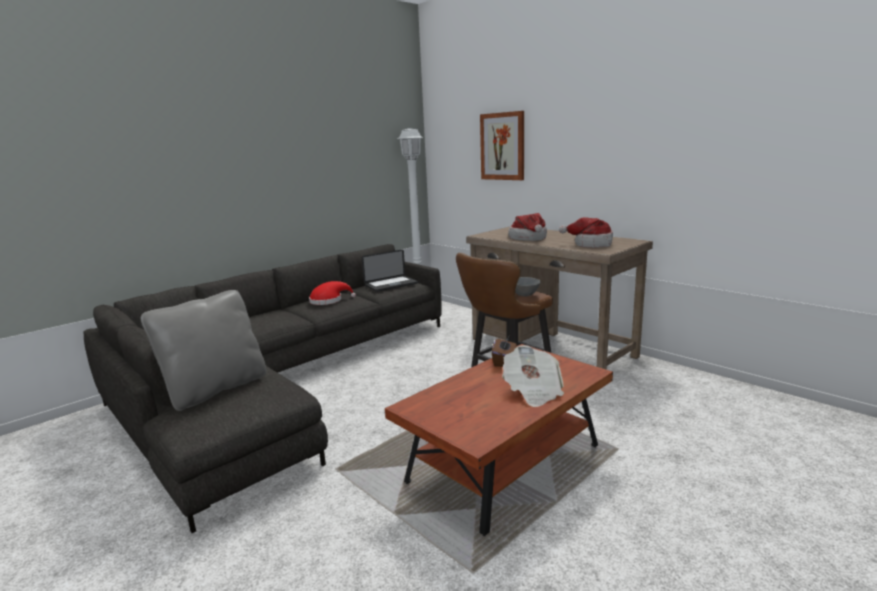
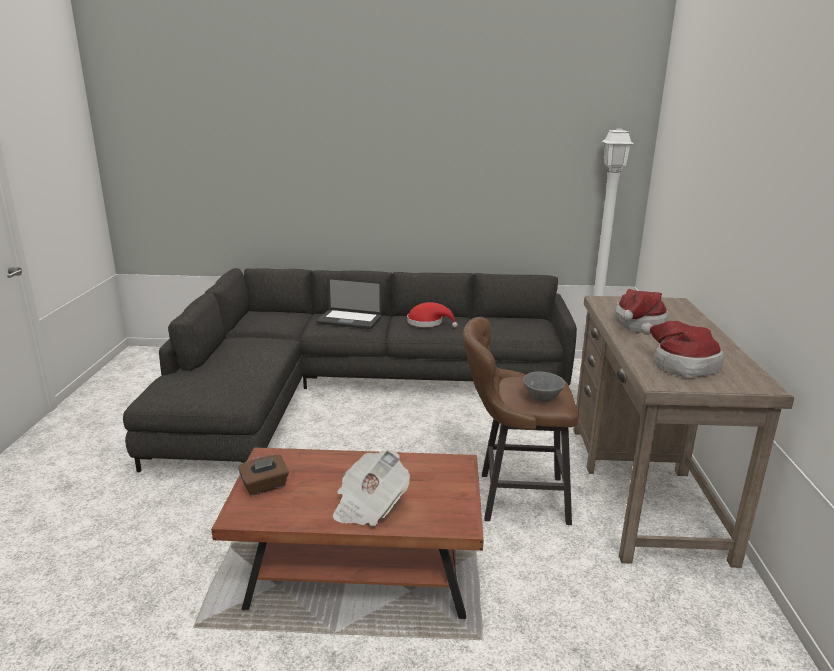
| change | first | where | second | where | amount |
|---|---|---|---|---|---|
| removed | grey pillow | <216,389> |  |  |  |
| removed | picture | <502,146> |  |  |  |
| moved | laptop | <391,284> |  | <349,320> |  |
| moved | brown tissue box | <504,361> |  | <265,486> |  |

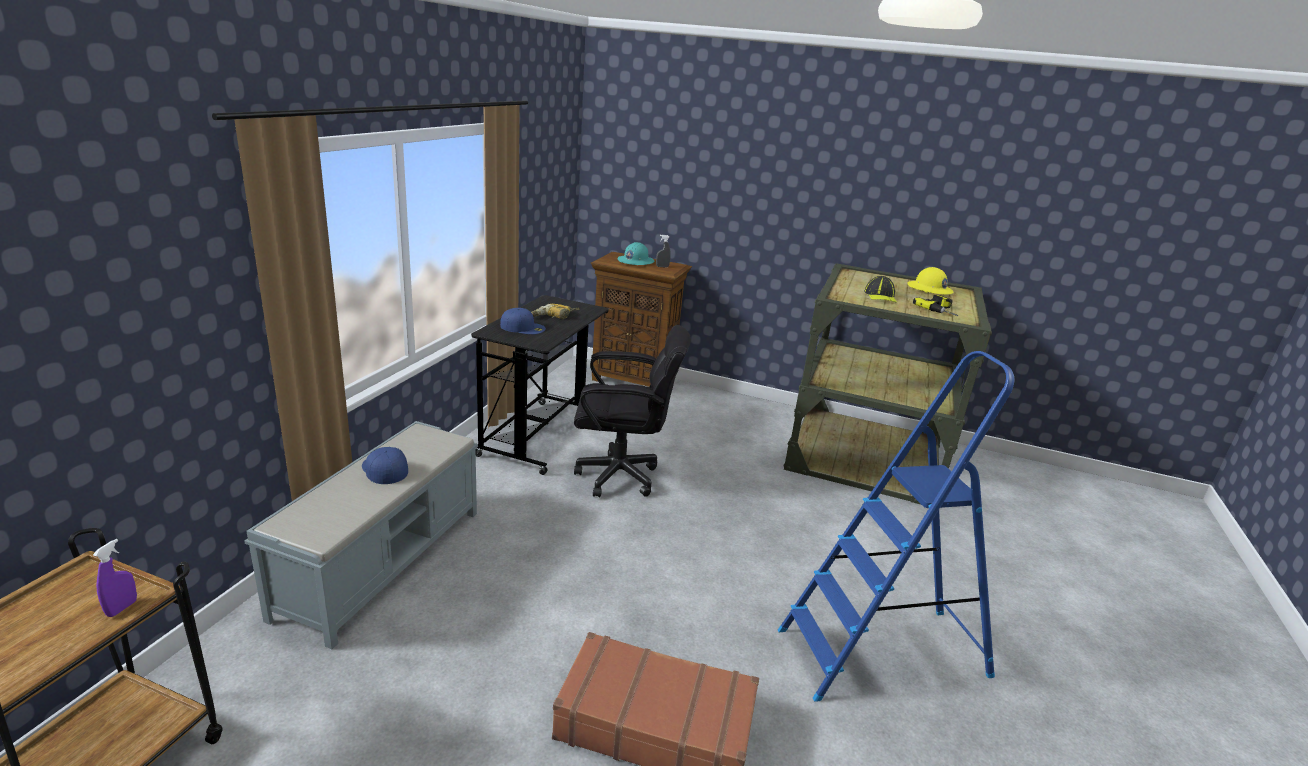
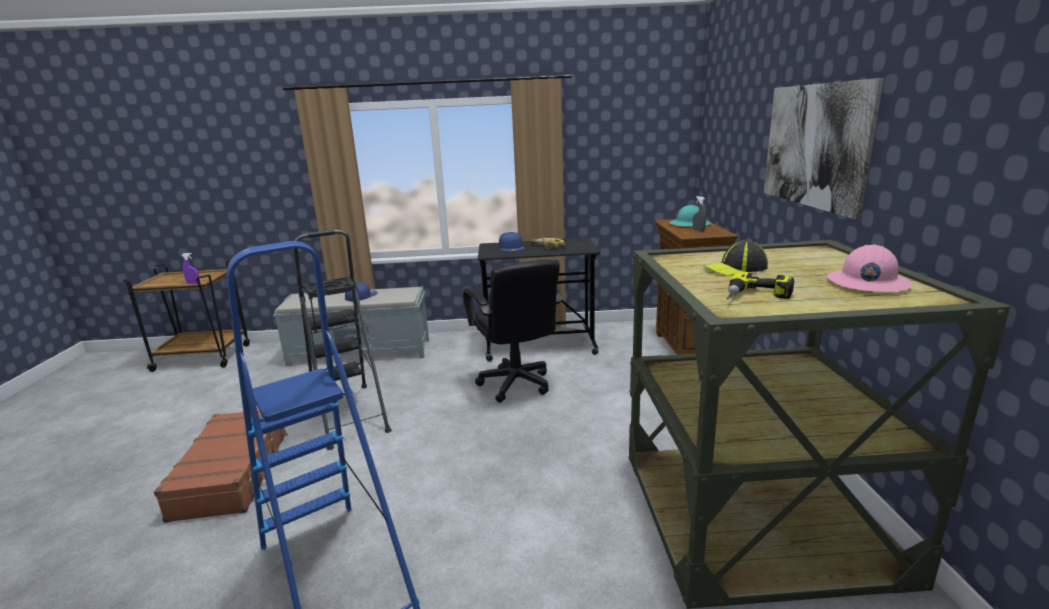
| change | first | where | second | where | amount |
|---|---|---|---|---|---|
| added |  |  | step ladder | <349,415> |  |
| added |  |  | picture | <814,146> |  |
| recoloured | yellow hard hat | <929,289> | pink hard hat | <866,283> |  |

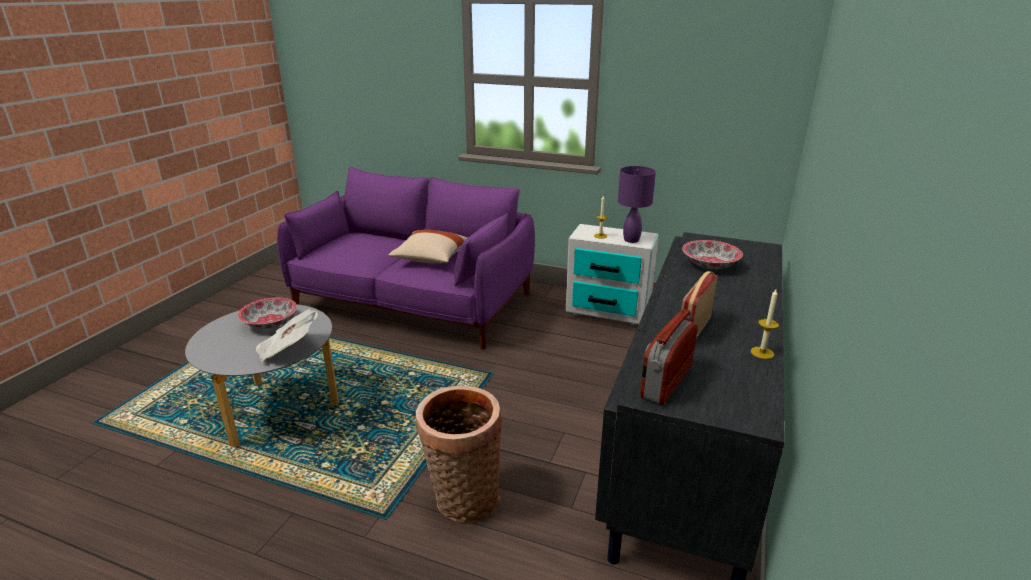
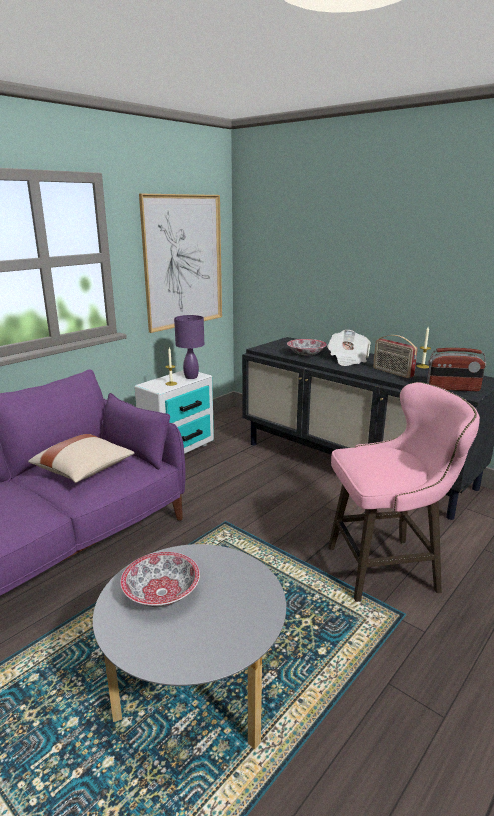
| change | first | where | second | where | amount |
|---|---|---|---|---|---|
| added |  |  | picture | <183,262> |  |
| moved | newspaper | <288,349> |  | <348,359> |  |
| replaced | basket | <462,499> | pink stool | <387,568> |  |
| turned | radio | <665,381> |  | <453,388> | 45 degrees counterclockwise |

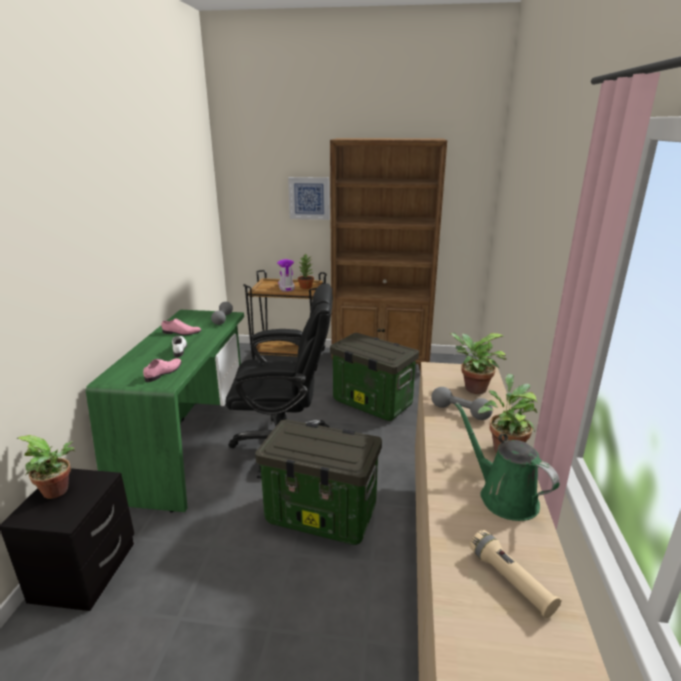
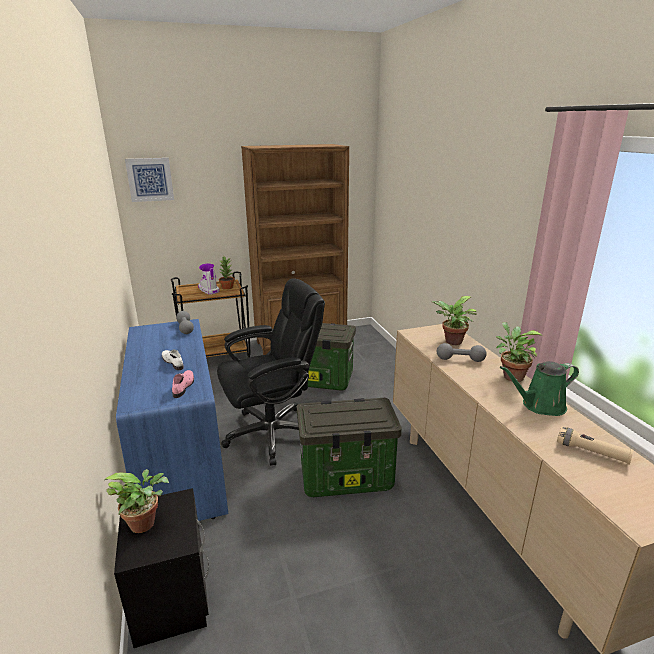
| change | first | where | second | where | amount |
|---|---|---|---|---|---|
| removed | pink shoe | <181,332> |  |  |  |
| moved | picture | <309,198> |  | <150,179> |  |
| recoloured | green desk | <189,444> | blue desk | <180,456> |  |
| turned | green watering can | <503,496> |  | <540,406> | 45 degrees counterclockwise |

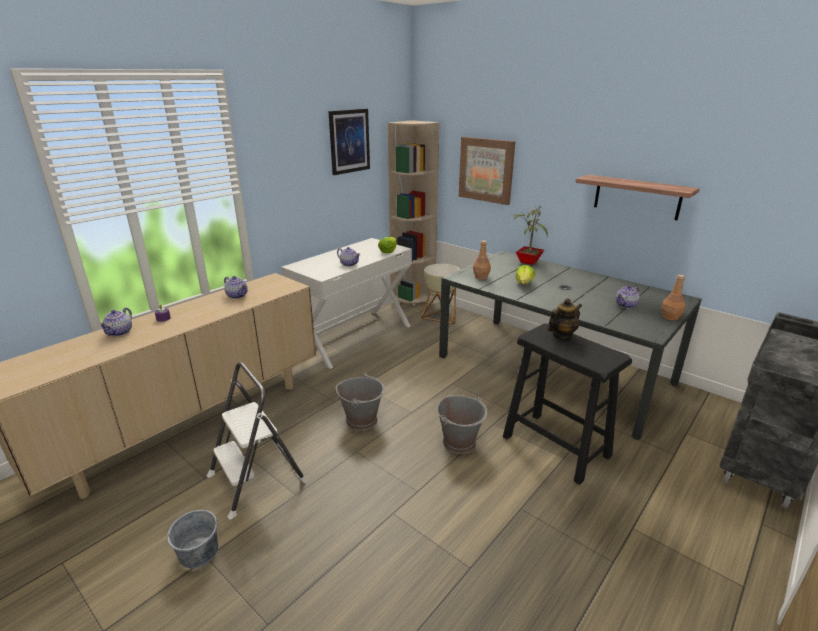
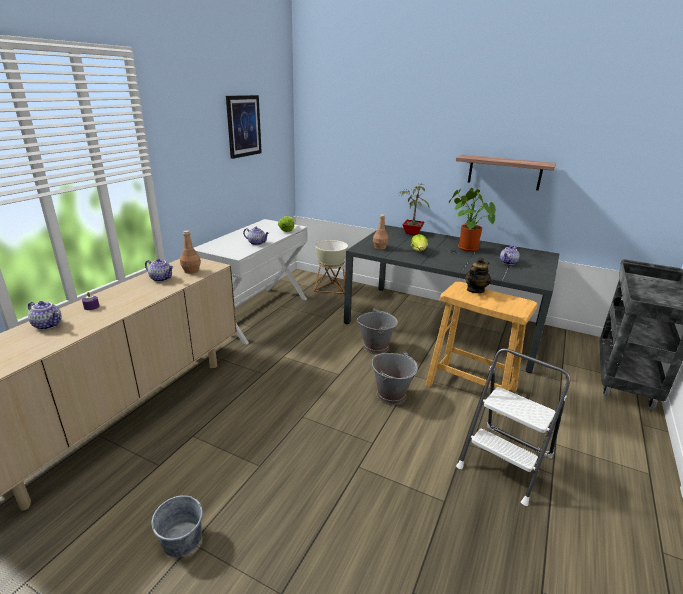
| change | first | where | second | where | amount |
|---|---|---|---|---|---|
| removed | beige bookcase | <412,301> |  |  |  |
| removed | picture | <486,170> |  |  |  |
| added |  |  | potted plant | <465,248> |  |
| moved | white step ladder | <261,477> |  | <507,459> |  |
| moved | grey bucket | <362,420> |  | <376,347> |  |
| moved | brown bottle | <670,317> |  | <191,271> |  |
| recoloured | black stool | <555,446> | beige stool | <470,386> |  |
| turned | teapot | <120,332> |  | <48,325> | 60 degrees counterclockwise |

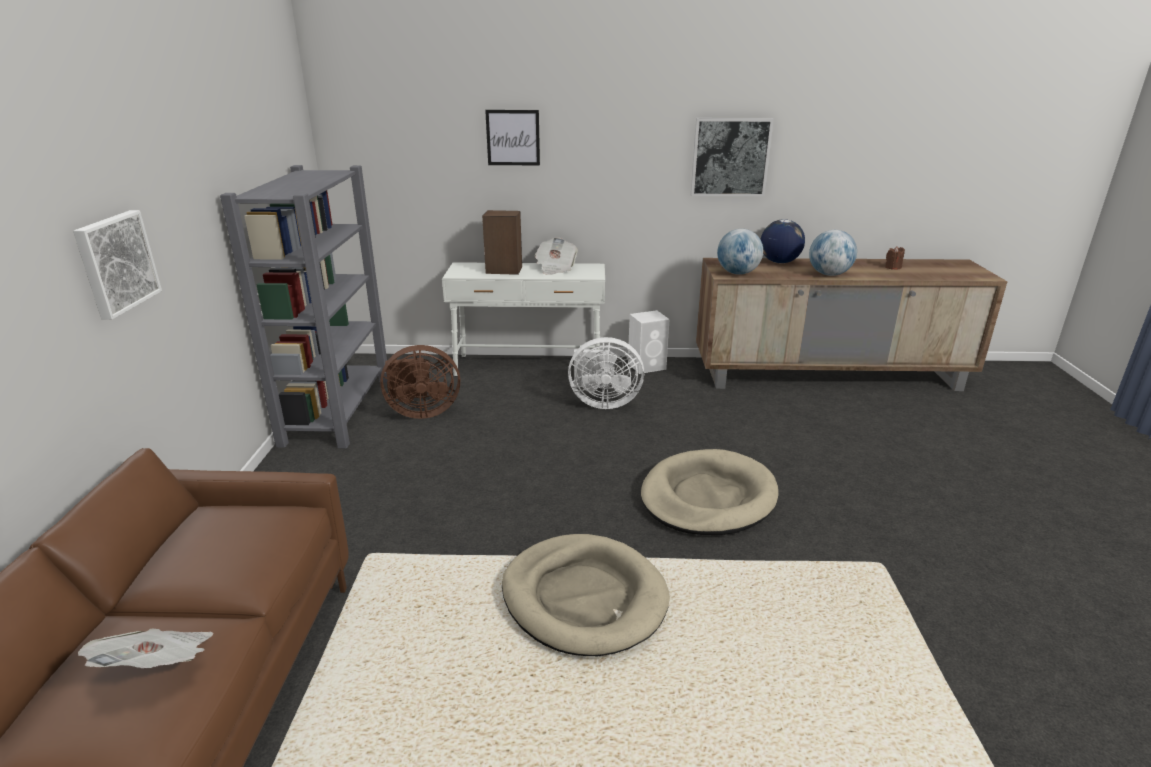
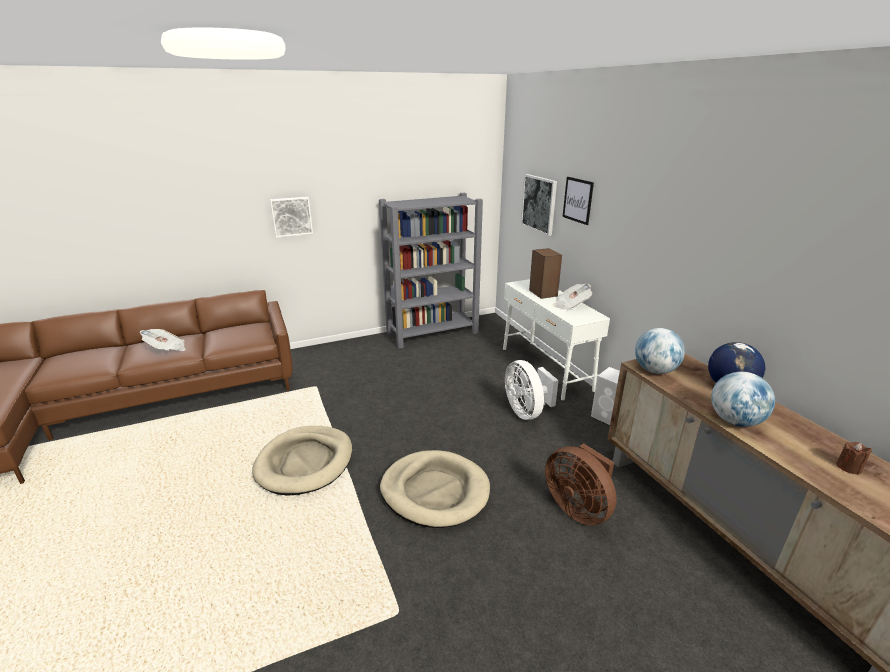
| change | first | where | second | where | amount |
|---|---|---|---|---|---|
| moved | brown fan | <421,412> |  | <578,508> |  |
| moved | picture | <730,157> |  | <539,204> |  |

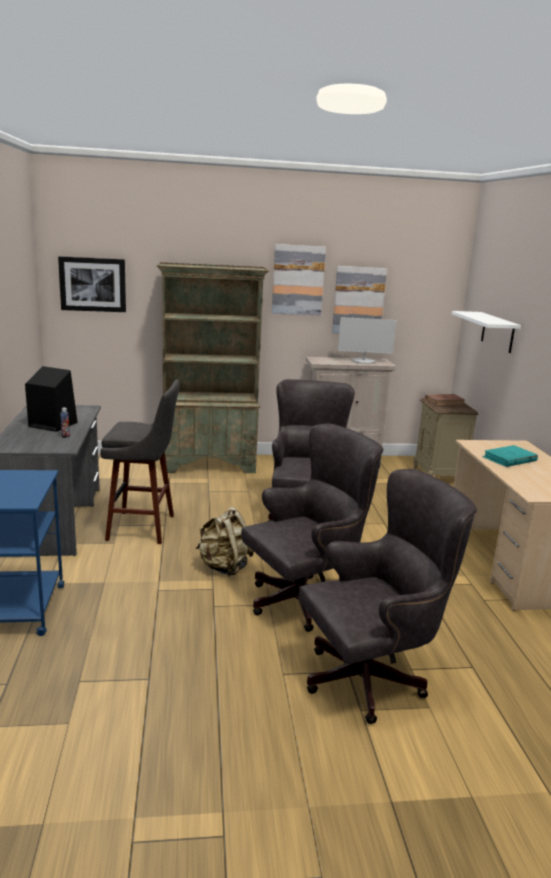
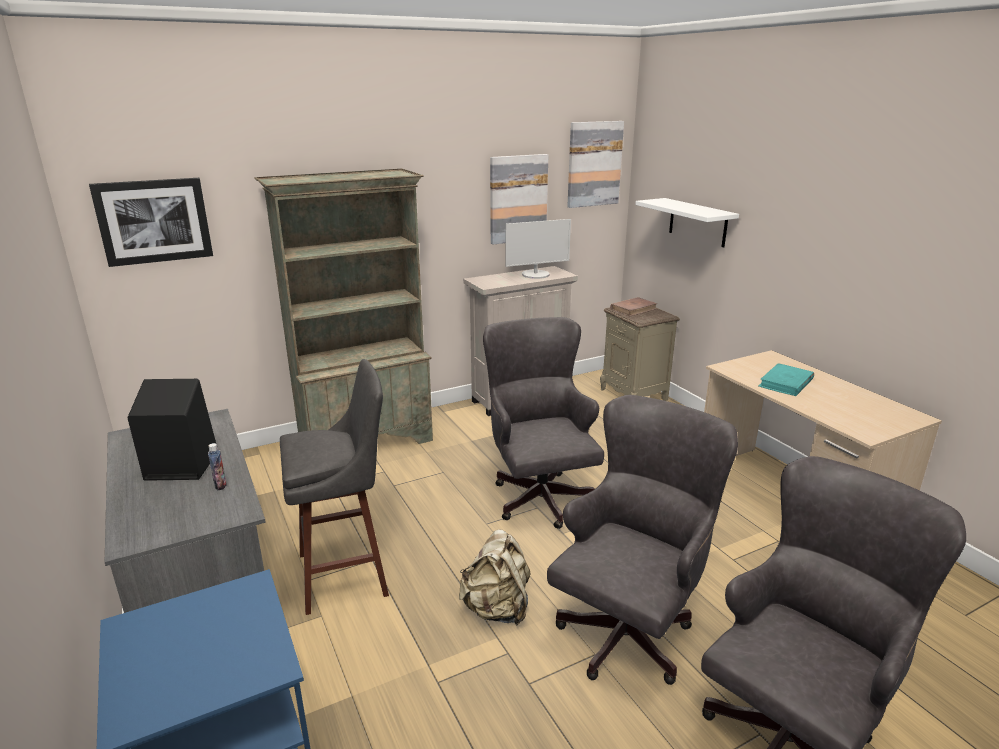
| change | first | where | second | where | amount |
|---|---|---|---|---|---|
| moved | picture | <298,280> |  | <594,164> |  |

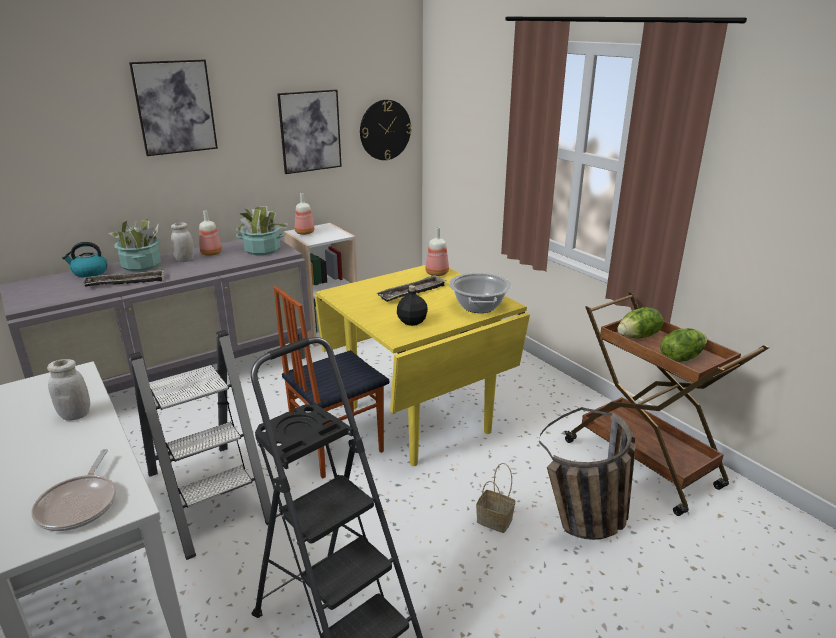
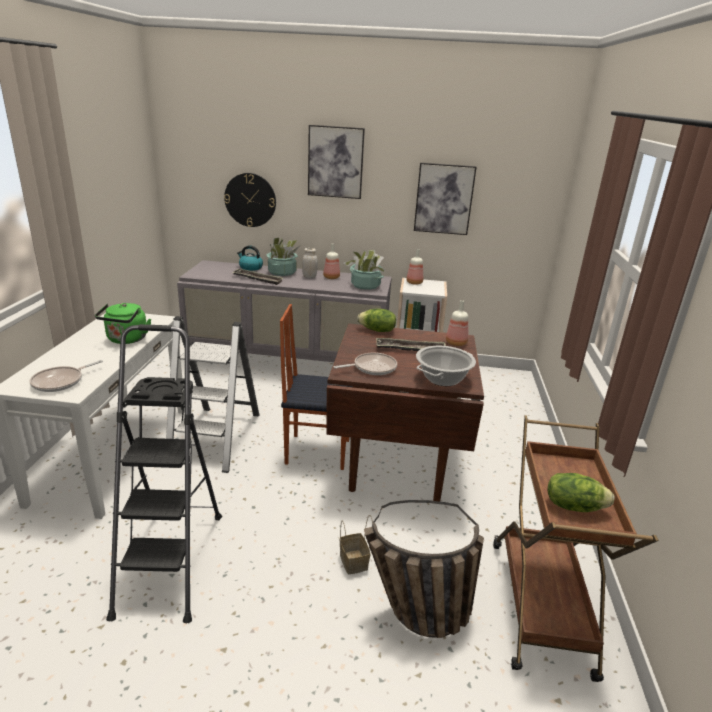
| change | first | where | second | where | amount |
|---|---|---|---|---|---|
| moved | wall clock | <385,130> |  | <250,200> |  |
| moved | lettuce | <638,336> |  | <377,330> |  |
| replaced | white jar | <75,415> | green kettle | <126,340> |  |
| replaced | black bottle | <411,321> | frying pan | <372,368> |  |
| recoloured | yellow dining table | <417,419> | brown dining table | <396,462> |  |

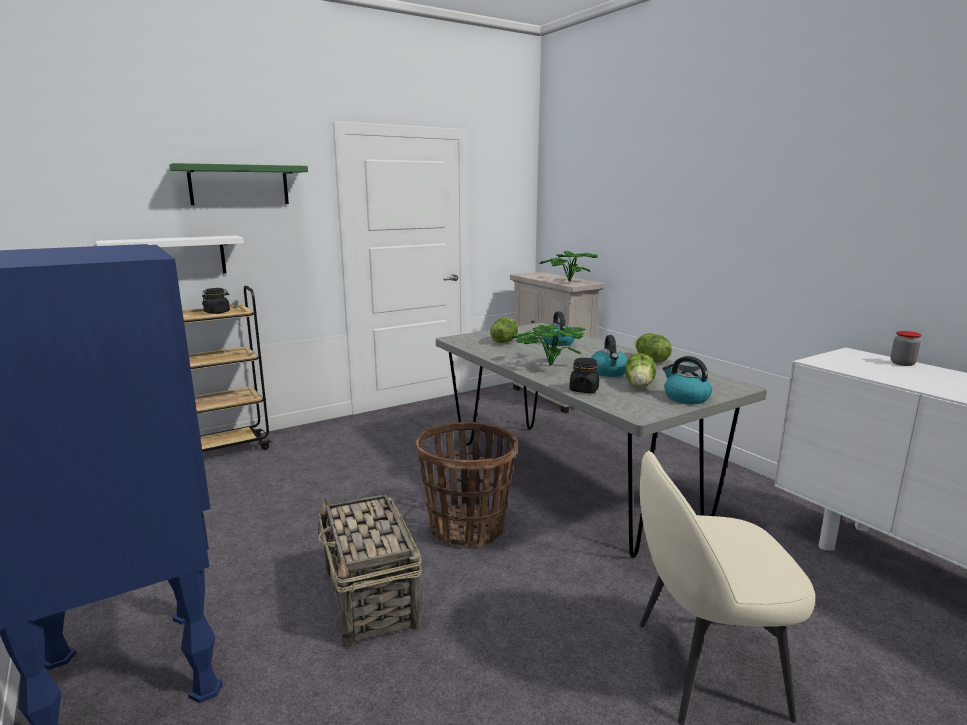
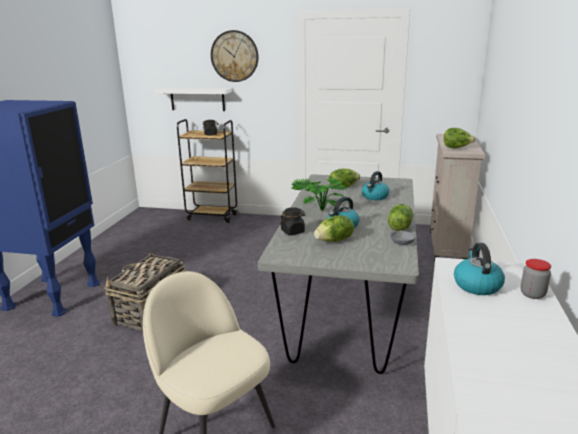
| change | first | where | second | where | amount |
|---|---|---|---|---|---|
| removed | basket | <467,528> |  |  |  |
| moved | kettle | <685,398> |  | <476,285> |  |
| replaced | green shelf | <239,185> | wall clock | <234,56> |  |
| replaced | potted plant | <568,282> | lettuce | <457,148> |  |

